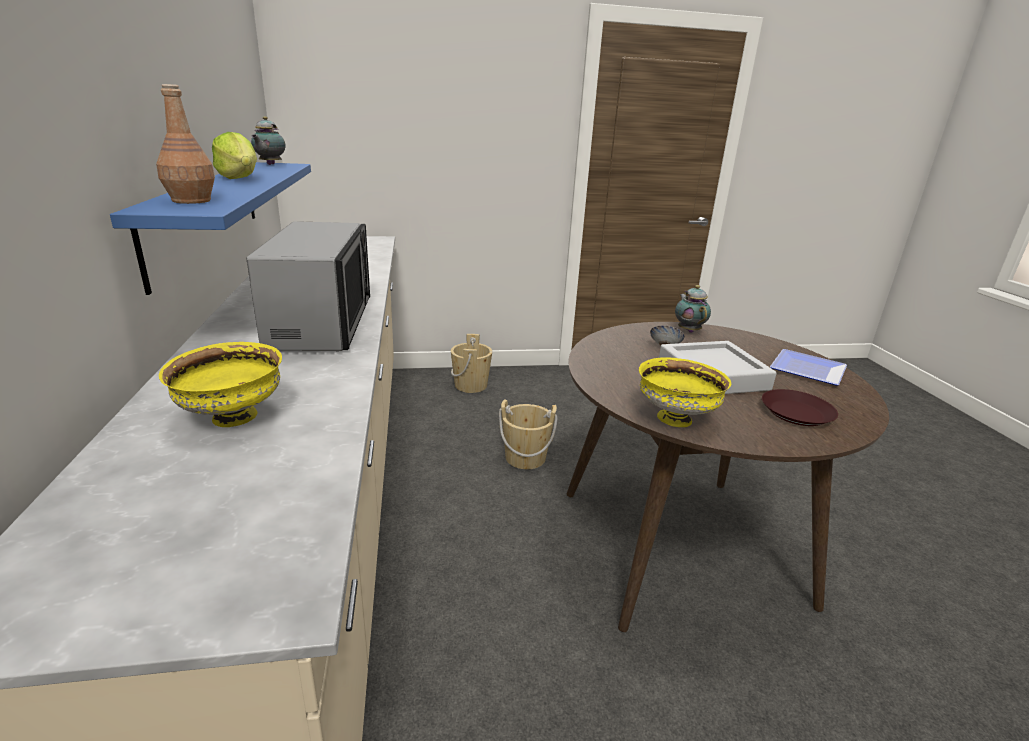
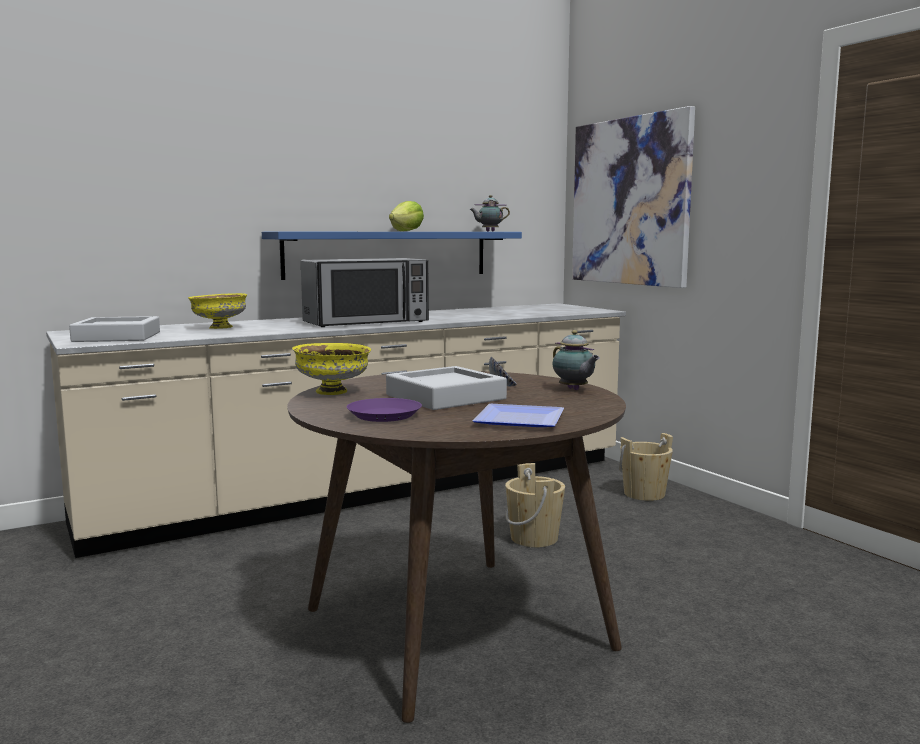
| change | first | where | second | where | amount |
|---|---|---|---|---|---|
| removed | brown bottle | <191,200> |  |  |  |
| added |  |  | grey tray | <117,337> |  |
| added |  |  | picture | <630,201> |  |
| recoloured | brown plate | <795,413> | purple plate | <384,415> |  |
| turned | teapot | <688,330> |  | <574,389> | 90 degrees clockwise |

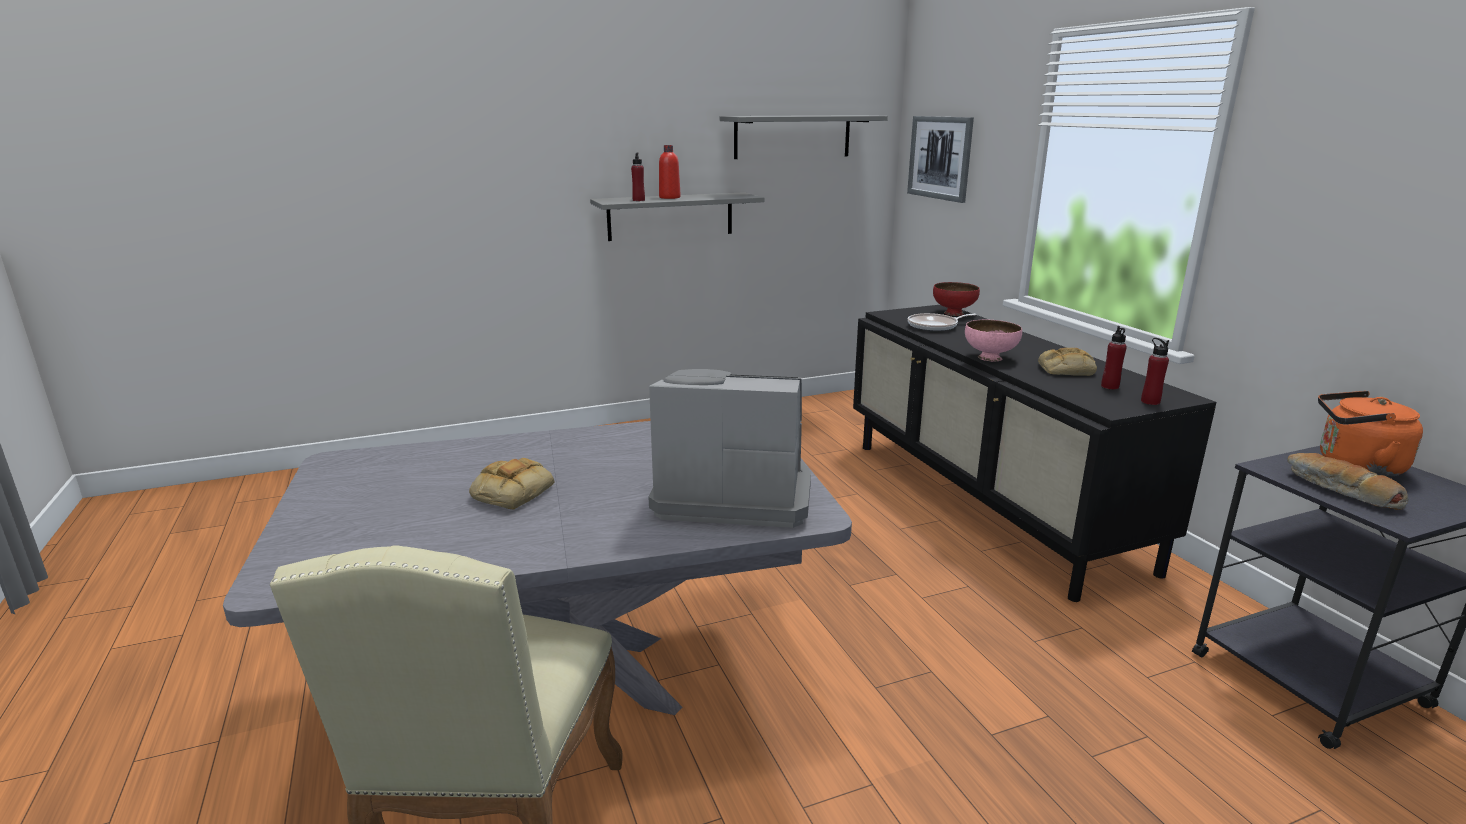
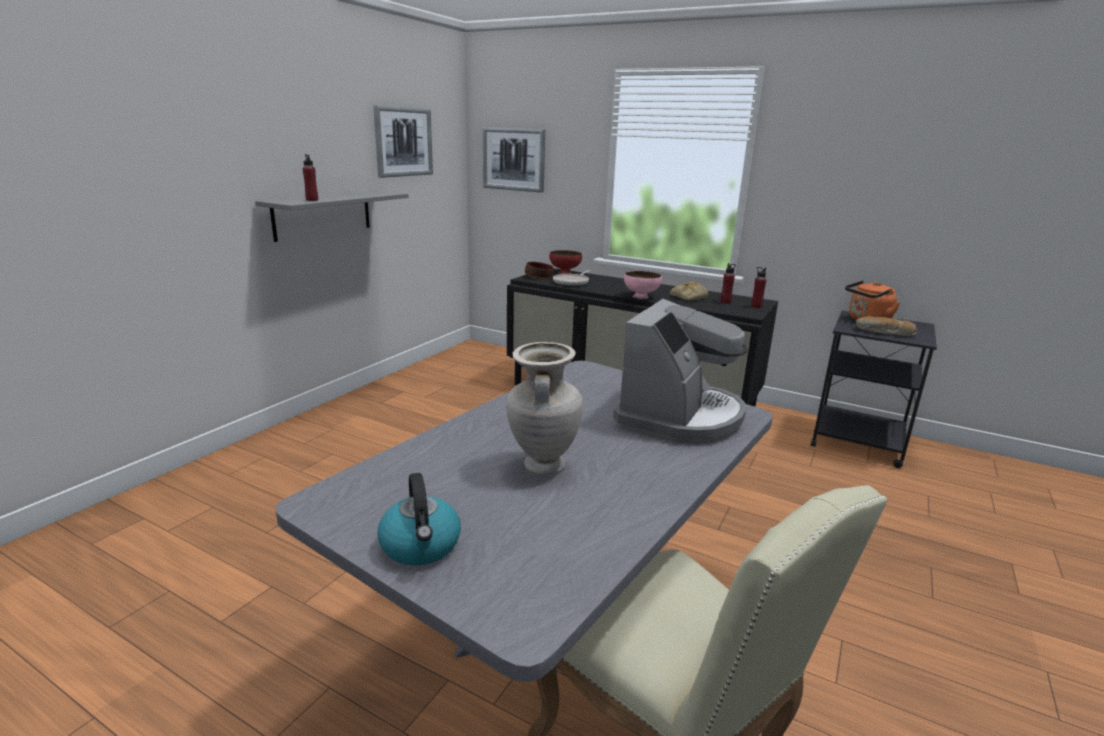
| change | first | where | second | where | amount |
|---|---|---|---|---|---|
| removed | red bottle | <669,197> |  |  |  |
| added |  |  | kettle | <421,546> |  |
| added |  |  | bowl | <539,277> |  |
| replaced | bread | <512,491> | beige vase | <542,466> |  |
| replaced | grey shelf | <792,136> | picture | <403,142> |  |
| turned | coffee machine | <732,494> |  | <680,416> | 150 degrees clockwise |

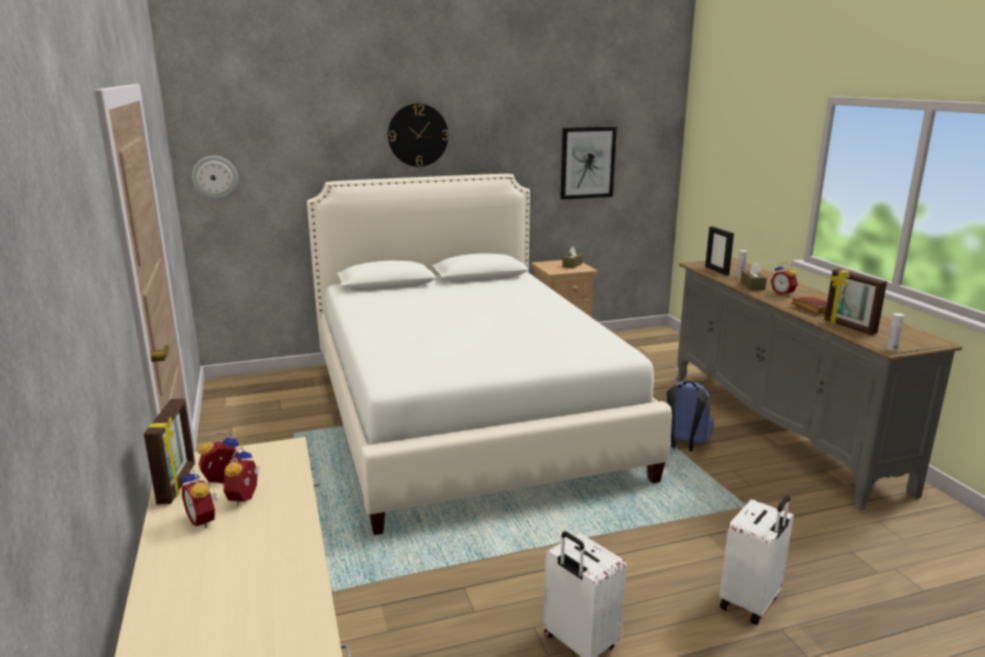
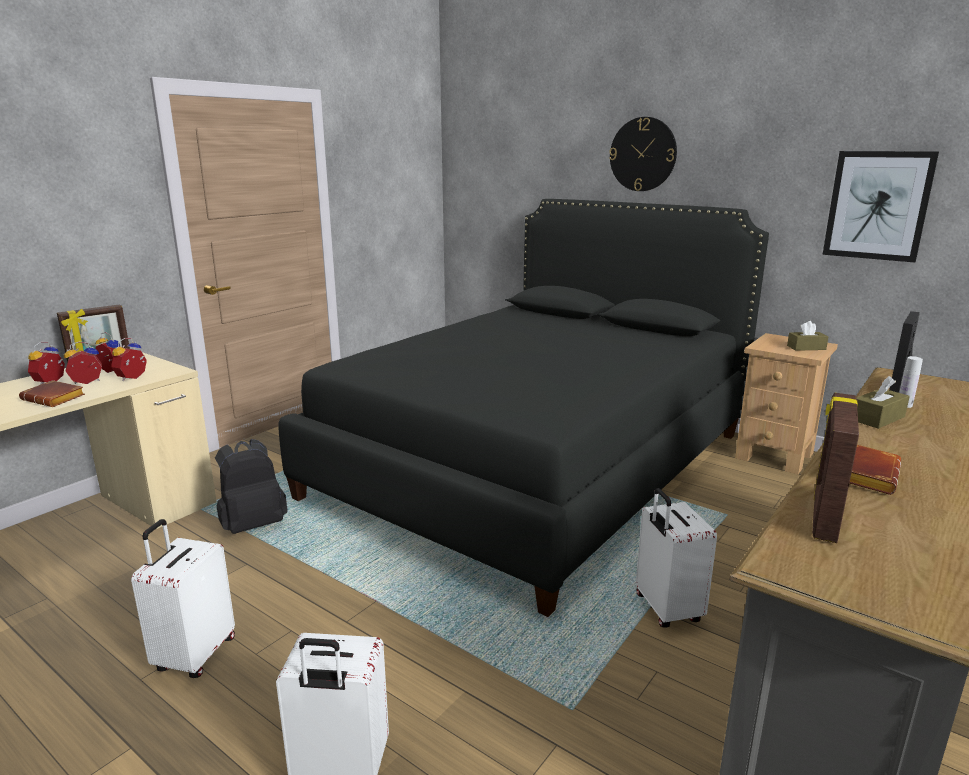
| change | first | where | second | where | amount |
|---|---|---|---|---|---|
| removed | wall clock | <215,177> |  |  |  |
| removed | white bottle | <891,349> |  |  |  |
| added |  |  | brown book | <56,398> |  |
| added |  |  | black backpack | <253,524> |  |
| moved | alarm clock | <783,293> |  | <133,378> |  |
| replaced | blue backpack | <683,445> | white suitcase | <666,609> |  |
| recoloured | white bed | <466,414> | black bed | <536,463> |  |

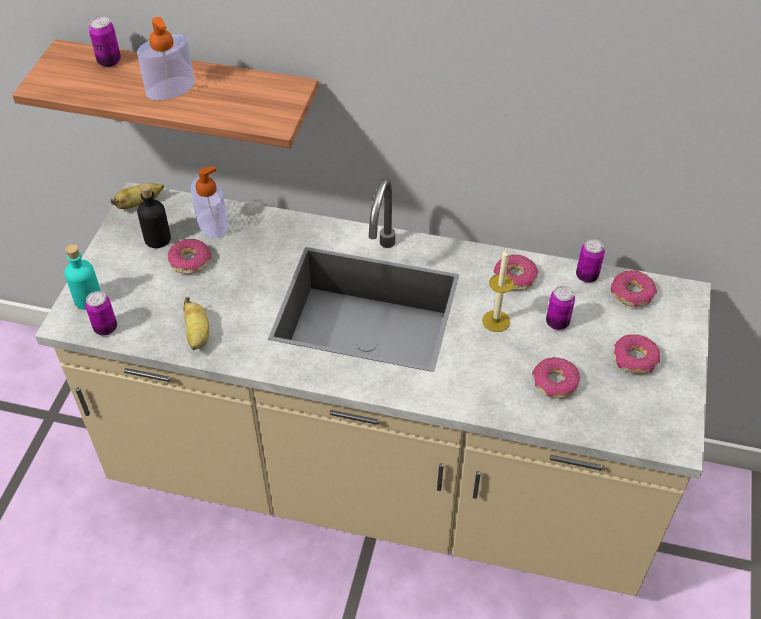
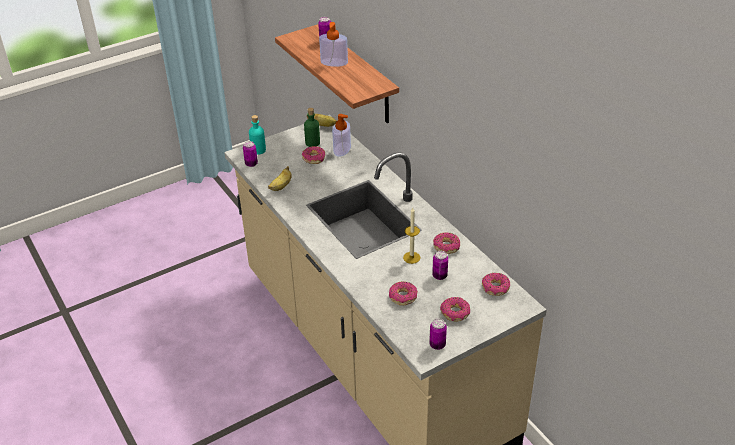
| change | first | where | second | where | amount |
|---|---|---|---|---|---|
| moved | can | <586,276> |  | <437,345> |  |
| recoloured | black bottle | <157,239> | green bottle | <312,143> |  |

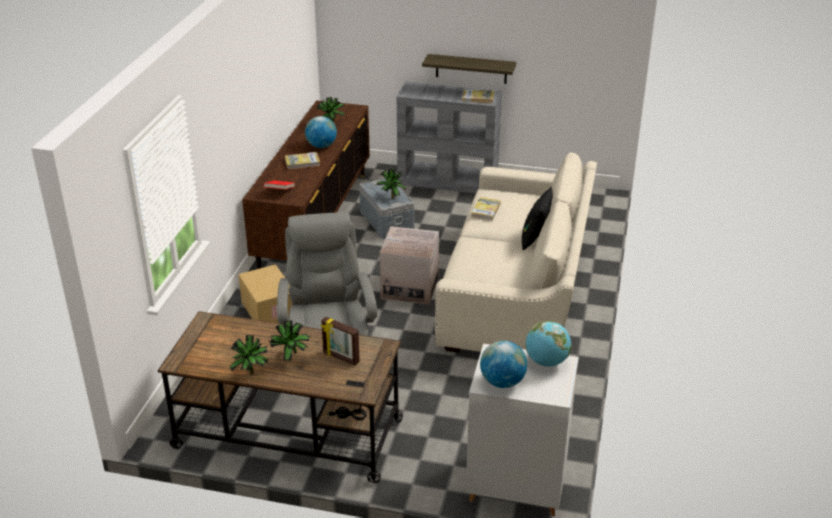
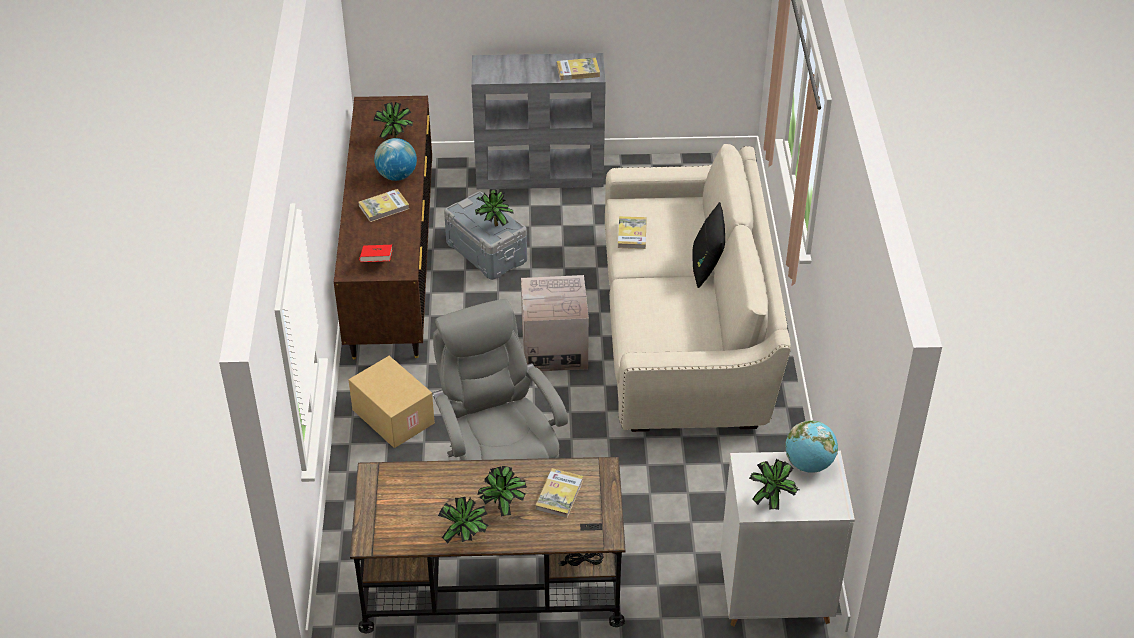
| change | first | where | second | where | amount |
|---|---|---|---|---|---|
| removed | shelf | <471,68> |  |  |  |
| replaced | picture frame | <340,357> | book | <559,495> |  |
| replaced | globe | <502,382> | potted plant | <771,501> |  |

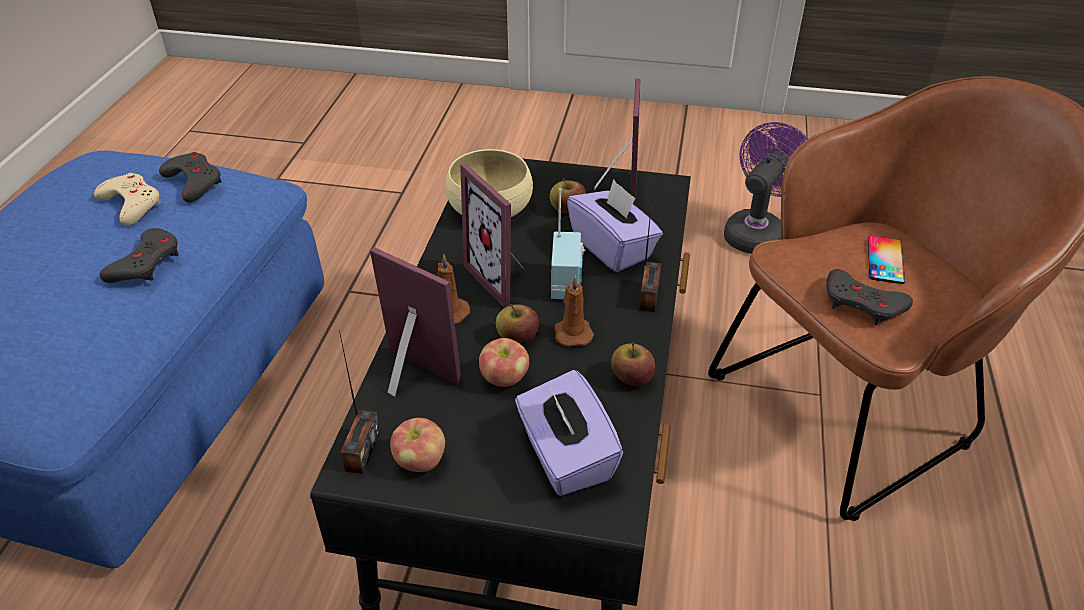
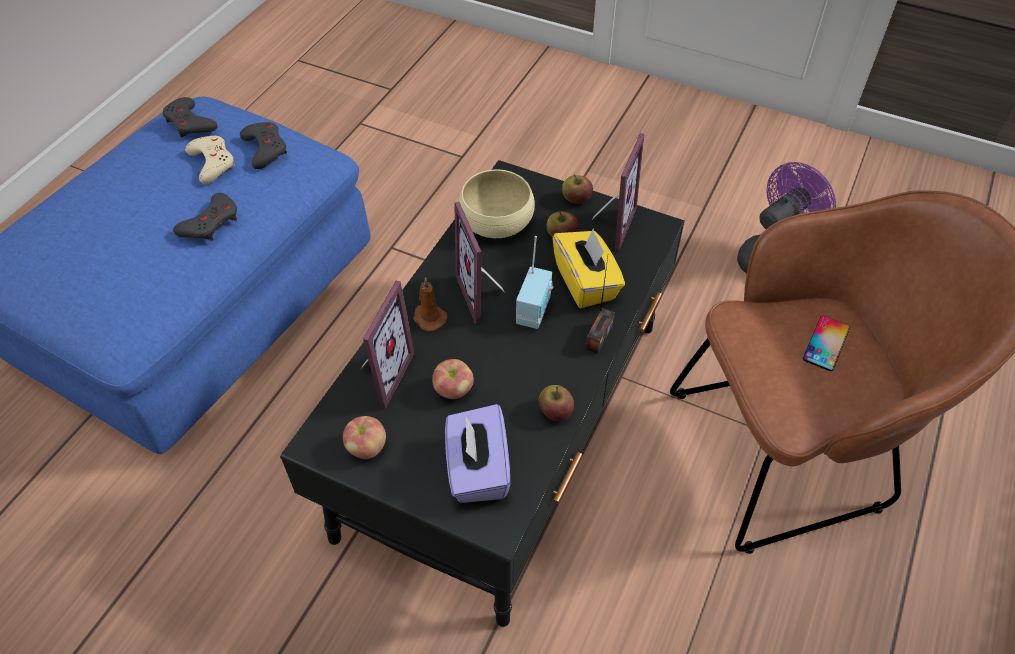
| change | first | where | second | where | amount |
|---|---|---|---|---|---|
| removed | radio | <362,451> |  |  |  |
| removed | brown candle | <572,332> |  |  |  |
| moved | apple | <517,337> |  | <576,199> |  |
| moved | grey game controller | <863,303> |  | <190,123> |  |
| recoloured | purple tissue box | <612,248> | yellow tissue box | <586,283> |  |
| turned | picture frame | <410,380> |  | <380,375> | 60 degrees clockwise |

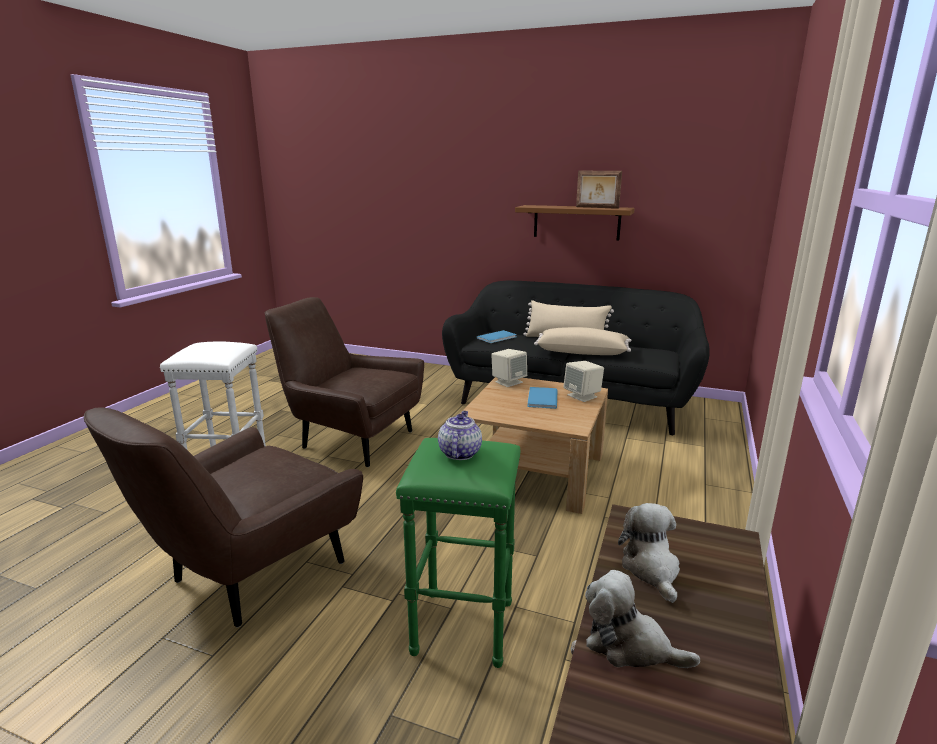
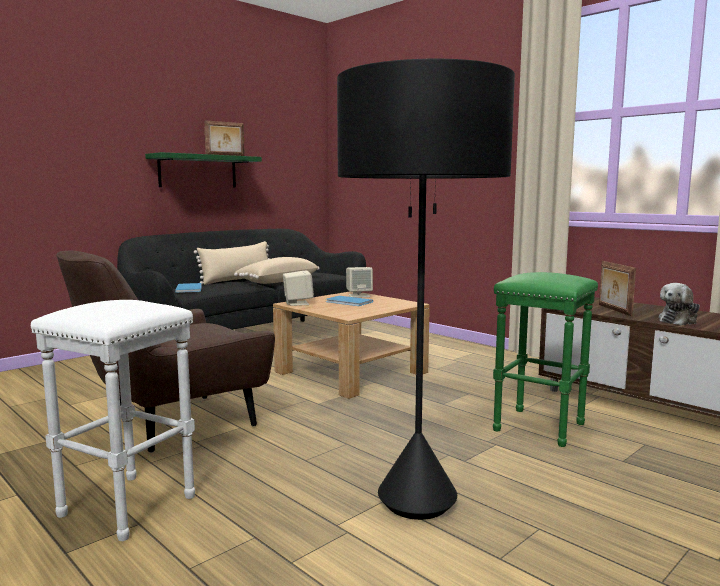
| change | first | where | second | where | amount |
|---|---|---|---|---|---|
| removed | teapot | <459,453> |  |  |  |
| replaced | brown armchair | <249,576> | black floor lamp | <417,503> |  |
| replaced | plush toy | <651,569> | picture frame | <613,310> |  |
| recoloured | brown shelf | <576,222> | green shelf | <198,171> |  |

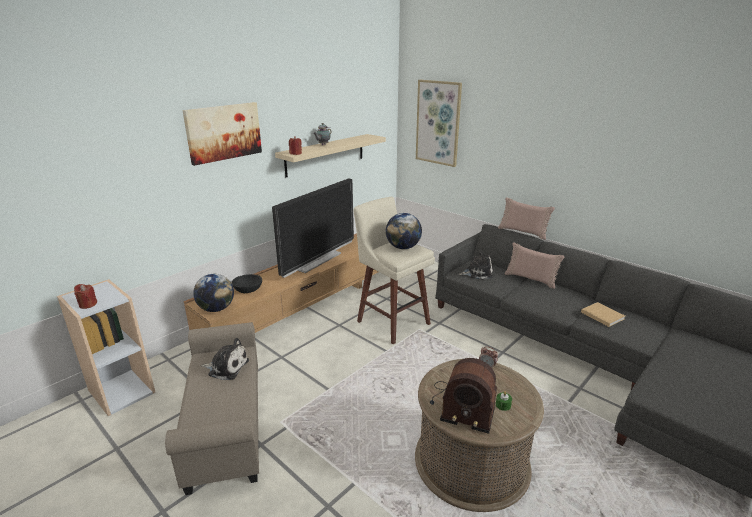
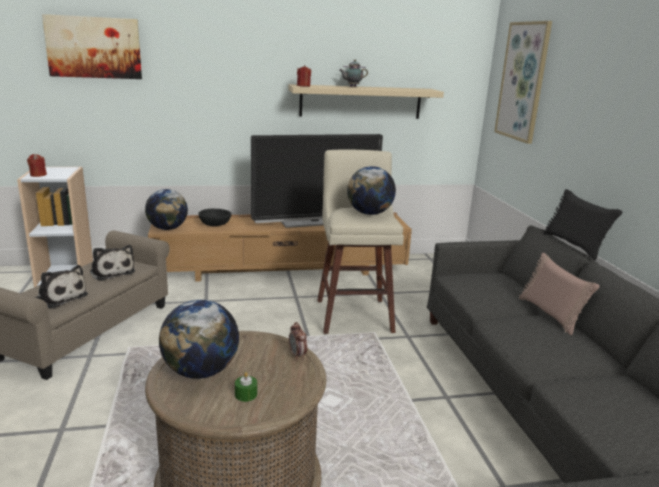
| change | first | where | second | where | amount |
|---|---|---|---|---|---|
| removed | beige book | <601,315> |  |  |  |
| moved | picture | <223,132> |  | <94,47> |  |
| moved | plush toy | <477,273> |  | <60,297> |  |
| replaced | radio | <461,406> | globe | <201,371> |  |
| recoloured | beige pillow | <523,232> | black pillow | <574,246> |  |

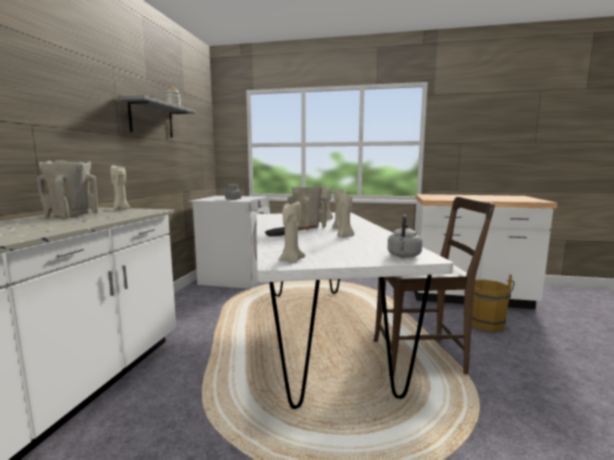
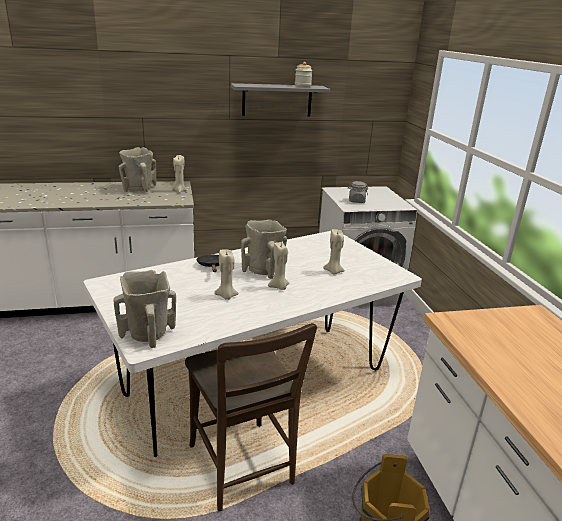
| change | first | where | second | where | amount |
|---|---|---|---|---|---|
| removed | beige candle | <291,260> |  |  |  |
| replaced | grey kettle | <403,256> | beige vase | <148,335> |  |

